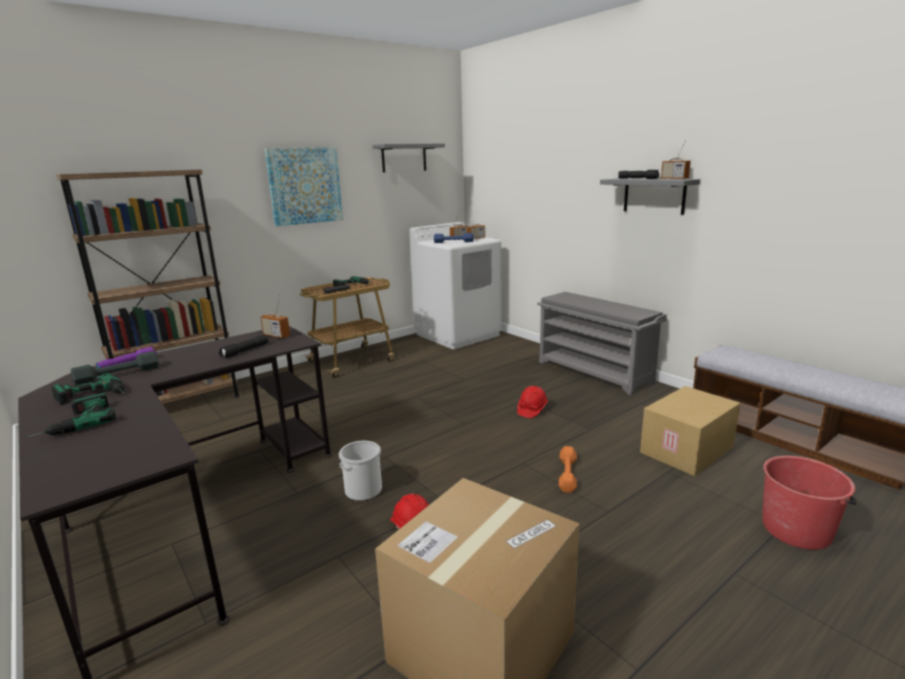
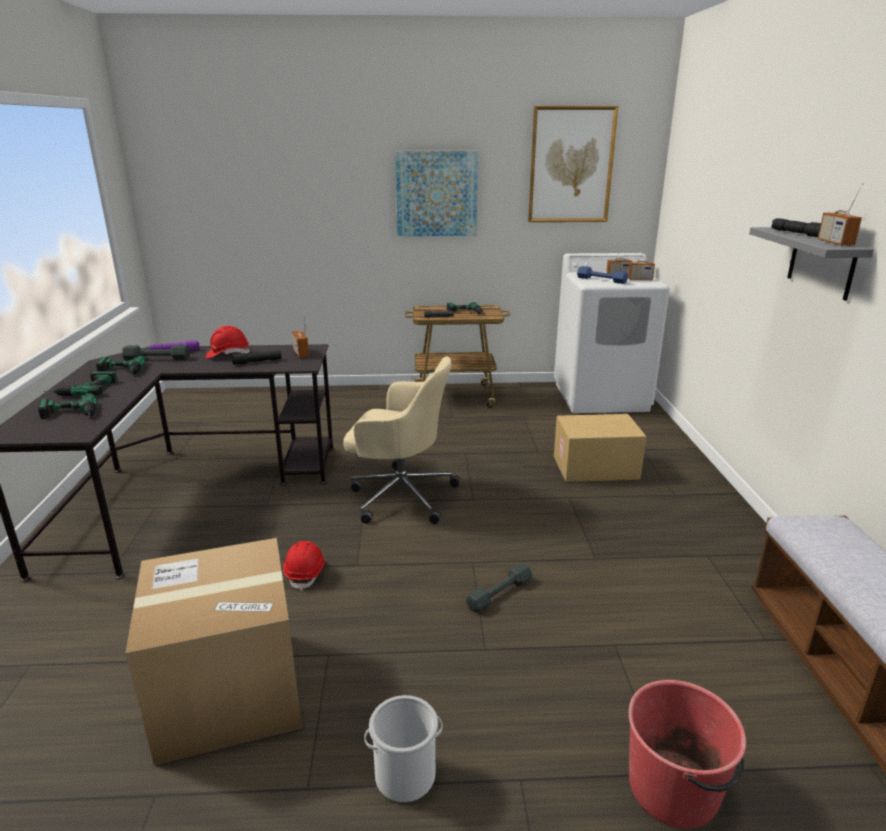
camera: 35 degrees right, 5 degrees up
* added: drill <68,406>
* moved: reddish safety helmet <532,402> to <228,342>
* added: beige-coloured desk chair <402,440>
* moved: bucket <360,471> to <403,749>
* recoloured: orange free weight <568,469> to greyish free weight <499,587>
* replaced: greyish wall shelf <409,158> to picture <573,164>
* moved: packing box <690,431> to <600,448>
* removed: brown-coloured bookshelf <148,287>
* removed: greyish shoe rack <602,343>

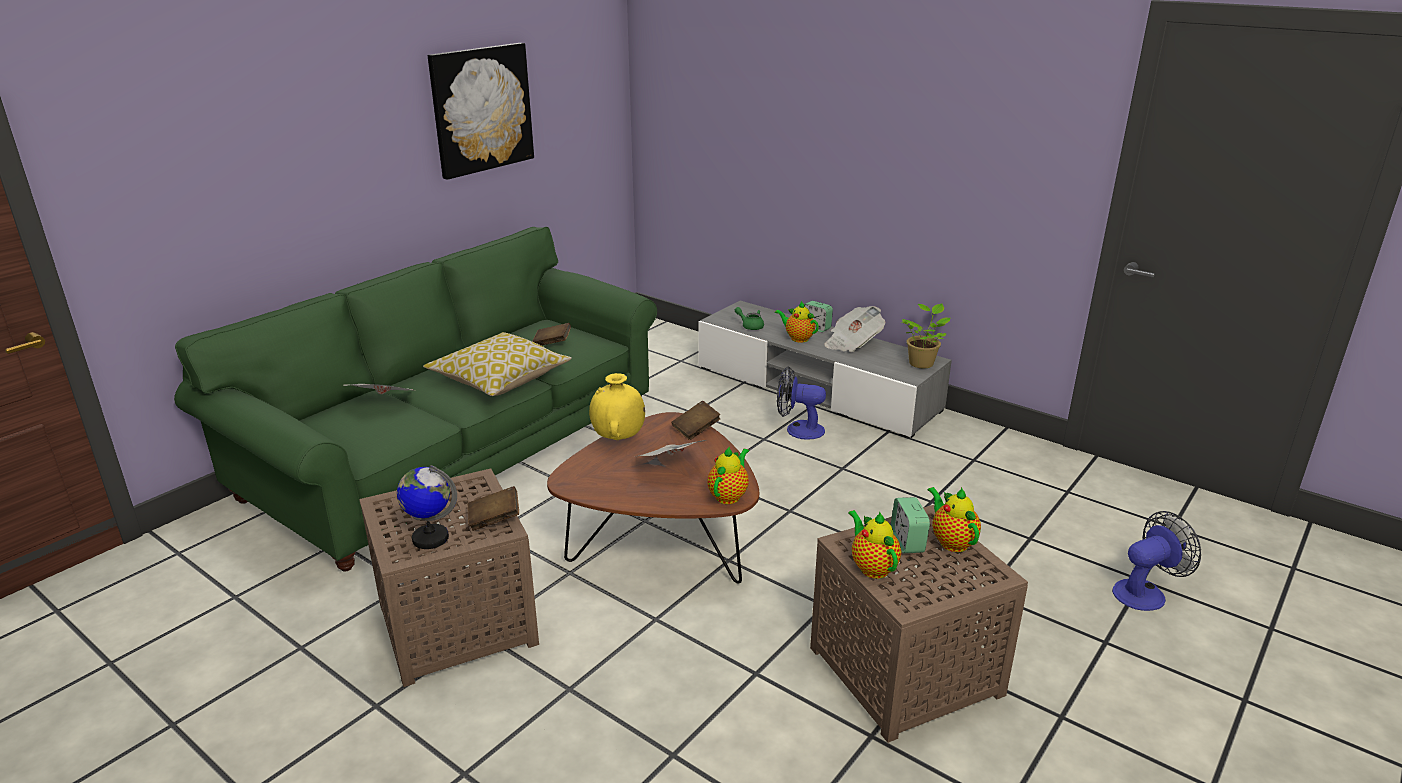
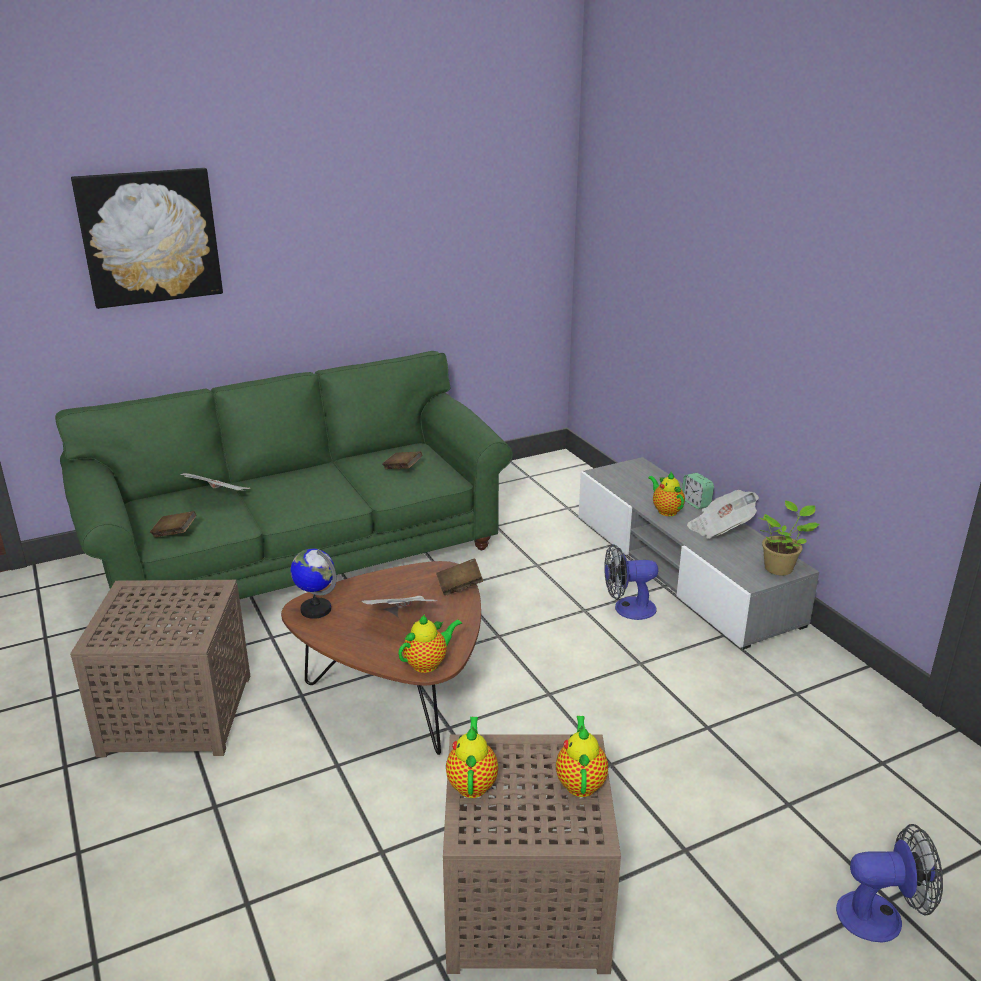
camera: 25 degrees right, 0 degrees up
* moved: picture <481,111> to <147,238>
* moved: brown-coloured bound book <493,508> to <173,524>
* moved: globe <427,507> to <313,583>
* turned: cooling fan <801,403> = <631,582> 45 degrees counterclockwise
* removed: throw pillow <497,364>
* removed: yellow vase <617,406>
* removed: green tea pot <749,318>
* removed: bedside clock <910,525>

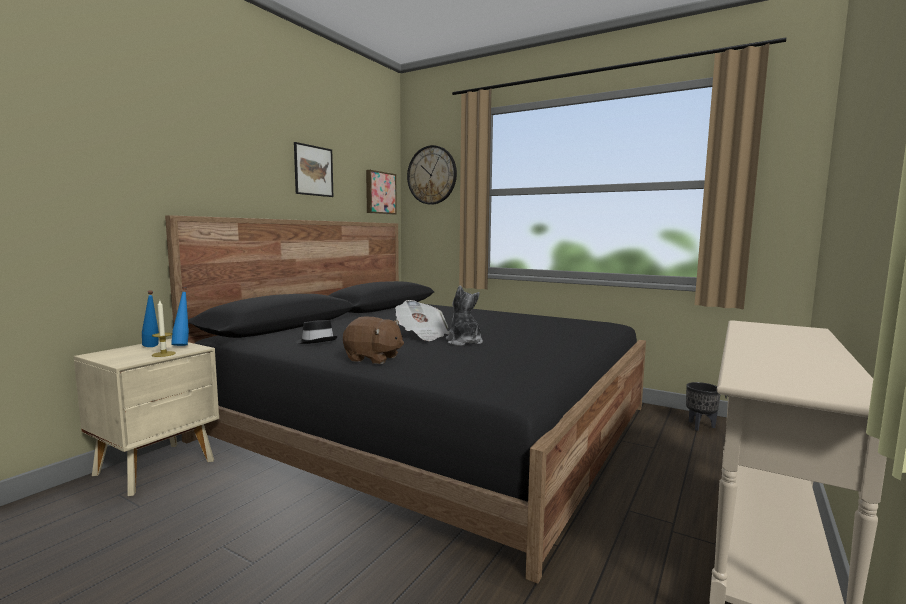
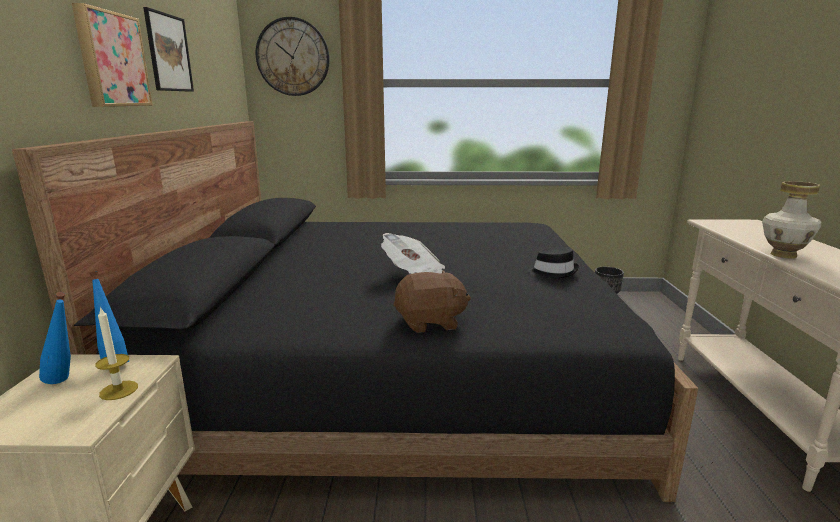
camera: 30 degrees left, 10 degrees up
* moved: picture <381,192> to <112,55>
* moved: black clothing hat <317,332> to <553,263>
* added: vase <792,220>
* removed: soft toy <464,316>

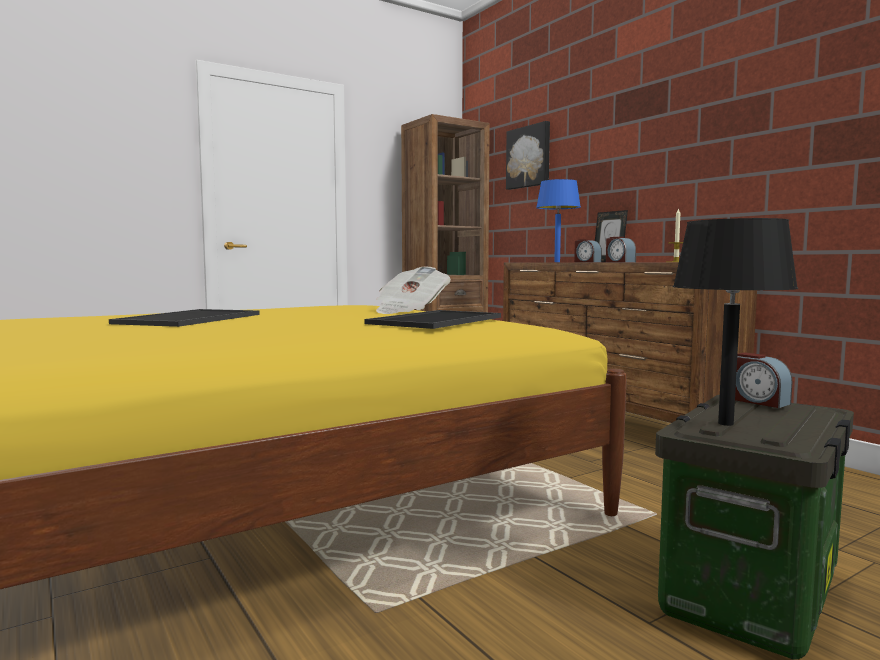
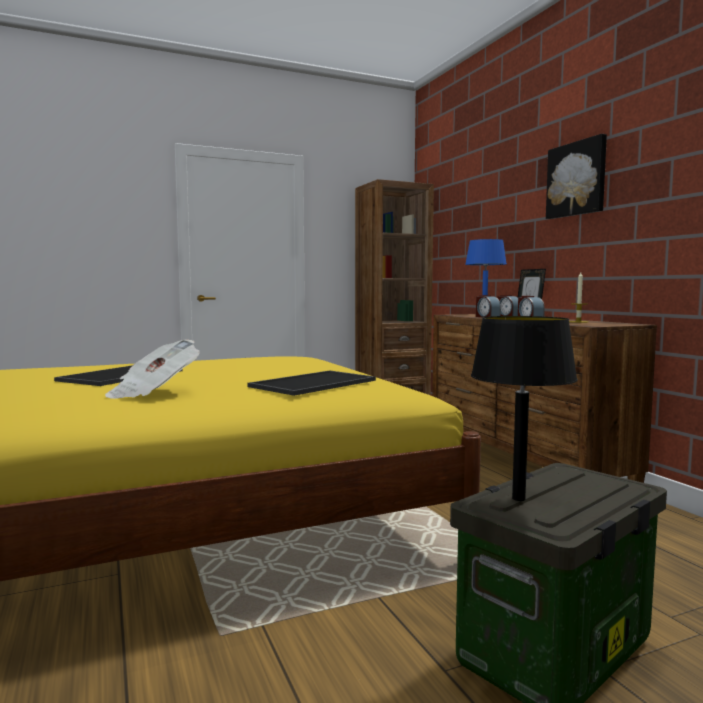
camera: 10 degrees right, 0 degrees up
* moved: daily paper <413,290> to <152,369>
* moved: bedside clock <763,380> to <488,306>
* moved: picture <528,155> to <576,176>

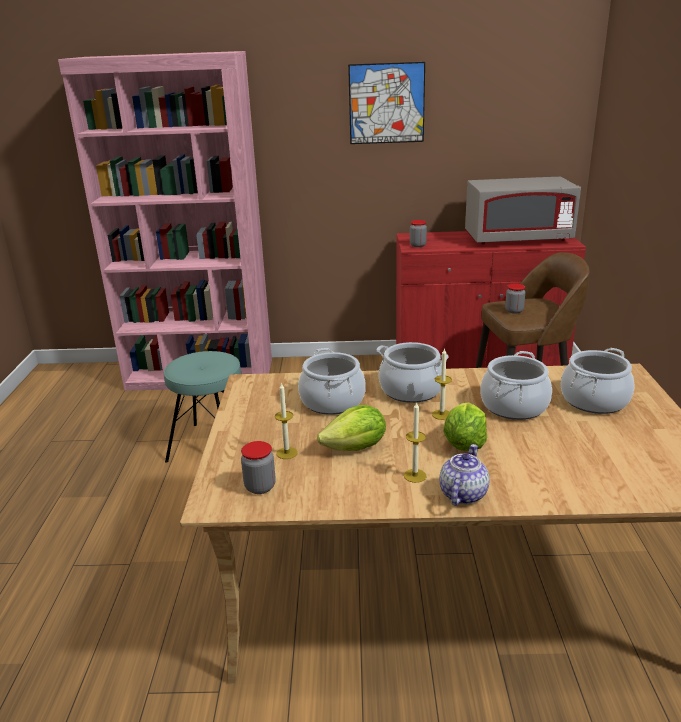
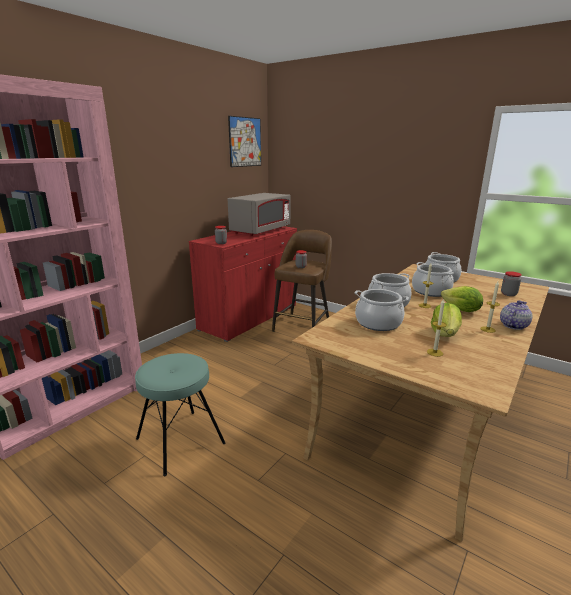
camera: 55 degrees left, 5 degrees down
* moved: picture <386,103> to <244,141>
* turned: tea pot <464,475> = <516,315> 75 degrees clockwise
* moved: preserve jar <258,467> to <511,283>

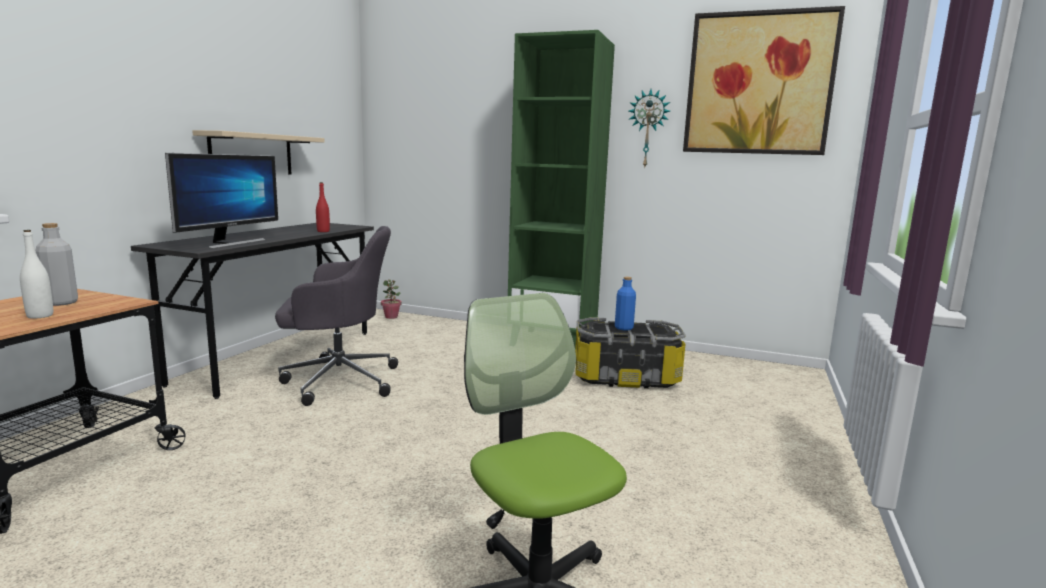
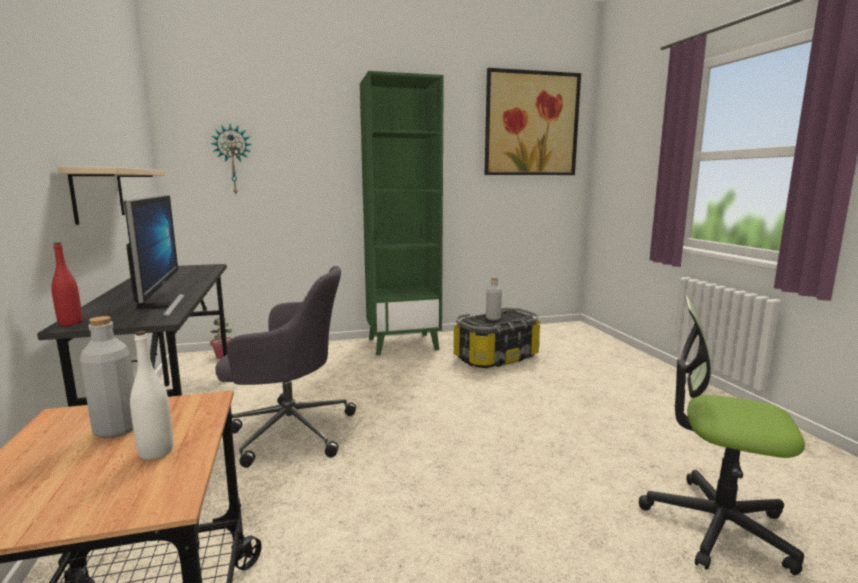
camera: 35 degrees left, 0 degrees up
* moved: reddish bottle <323,207> to <66,284>
* moved: wall clock <649,129> to <231,159>
* turned: greyish desk chair <336,316> = <285,367> 45 degrees clockwise
* recoloured: blue bottle <625,304> to greyish bottle <494,298>

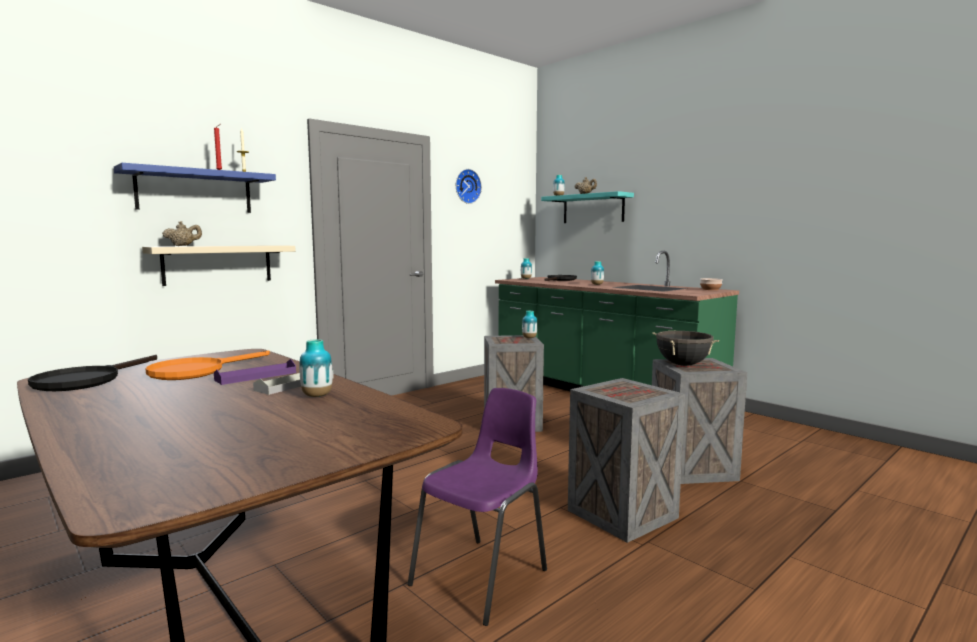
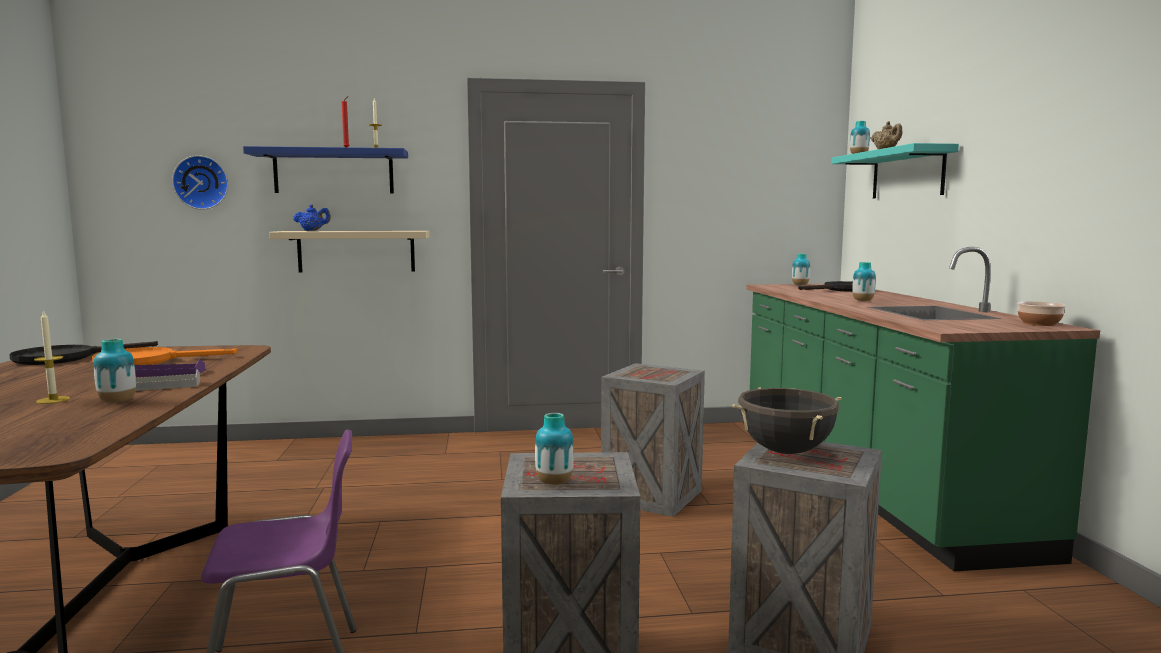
camera: 35 degrees right, 0 degrees up
* added: wax candle <52,357>
* moved: wall clock <469,186> to <200,182>
* recoloured: beige-coloured tea pot <182,233> to blue tea pot <312,217>
* moved: vase <529,324> to <554,449>

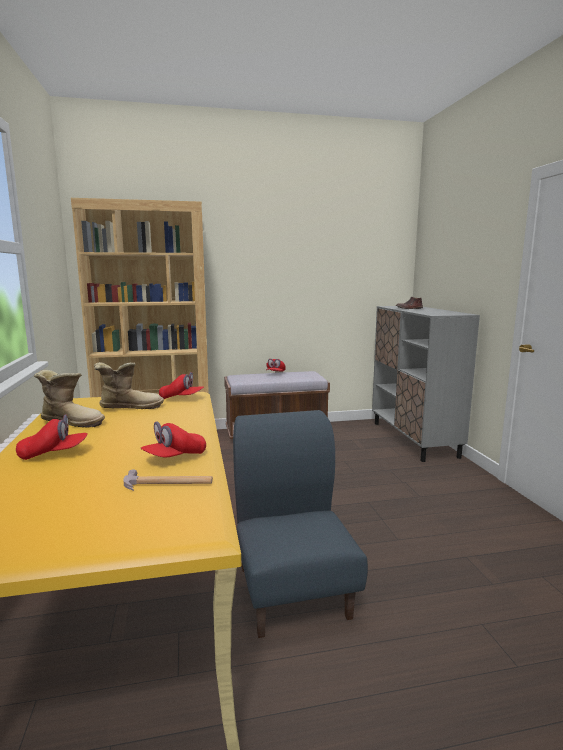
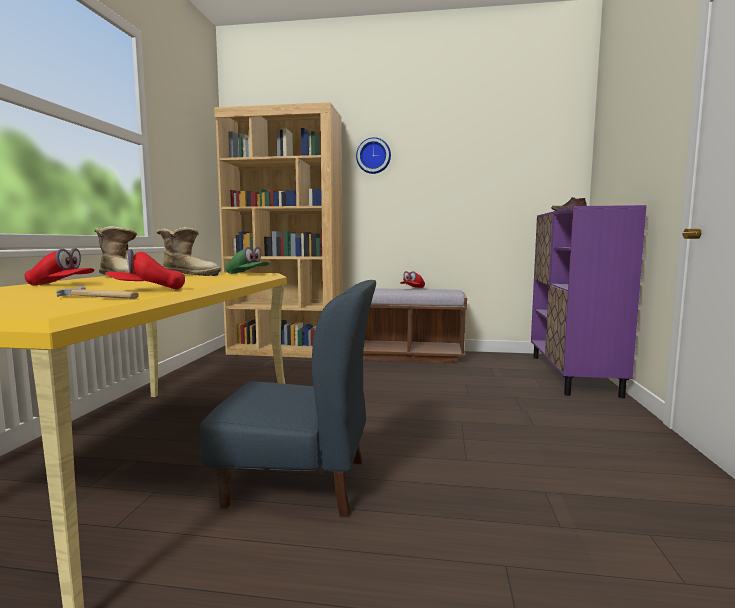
camera: 20 degrees right, 5 degrees down
* turned: blue chair <300,524> = <288,398> 90 degrees clockwise
* recoloured: reddish peaked cap <181,385> to green peaked cap <247,260>
* added: wall clock <373,155>
* recoloured: greyish storage cabinet <426,384> to purple-coloured storage cabinet <589,301>

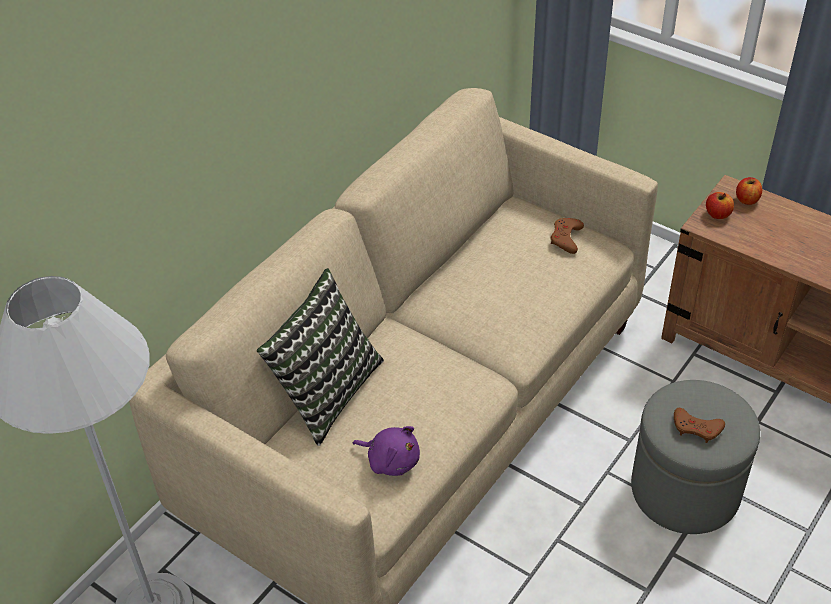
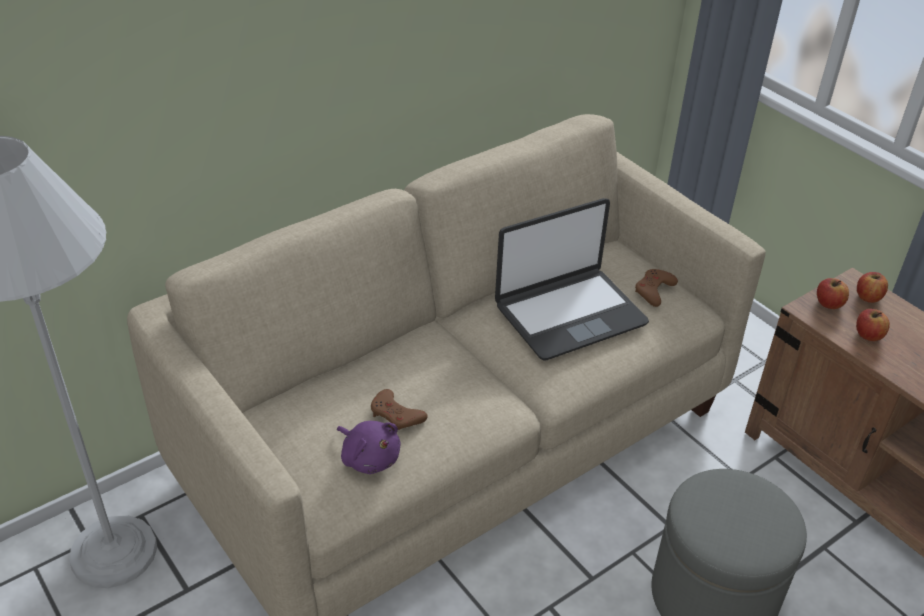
camera: 15 degrees right, 5 degrees down
* moved: brown-coloured joypad <699,425> to <399,409>
* added: laptop <572,279>
* added: whole apple <873,325>
* removed: throw pillow <320,357>

